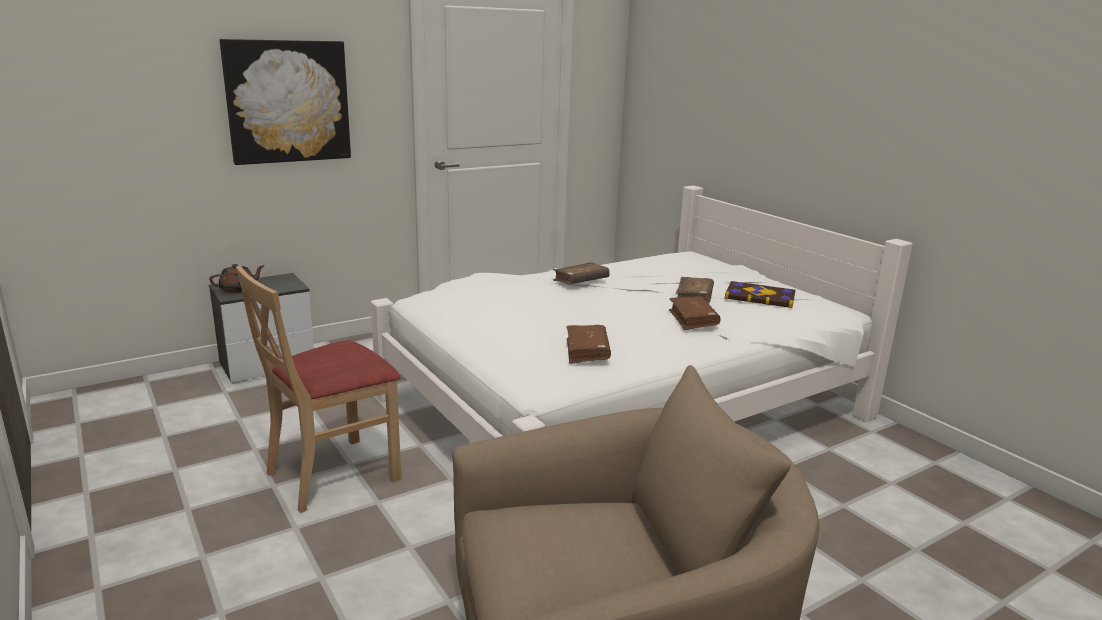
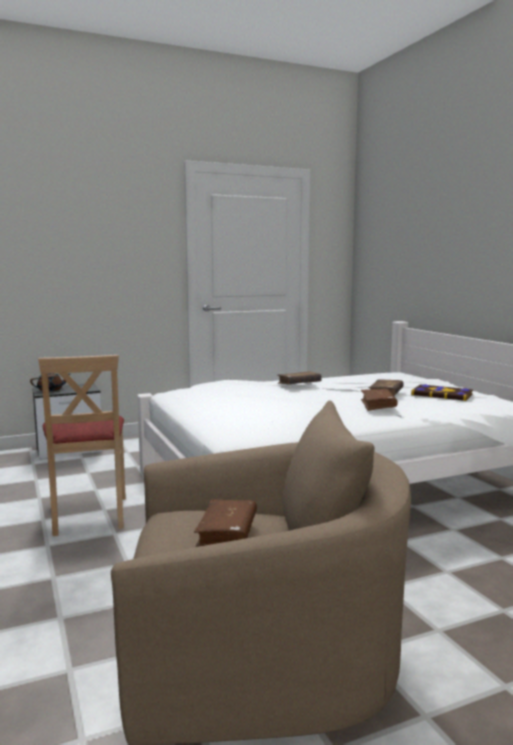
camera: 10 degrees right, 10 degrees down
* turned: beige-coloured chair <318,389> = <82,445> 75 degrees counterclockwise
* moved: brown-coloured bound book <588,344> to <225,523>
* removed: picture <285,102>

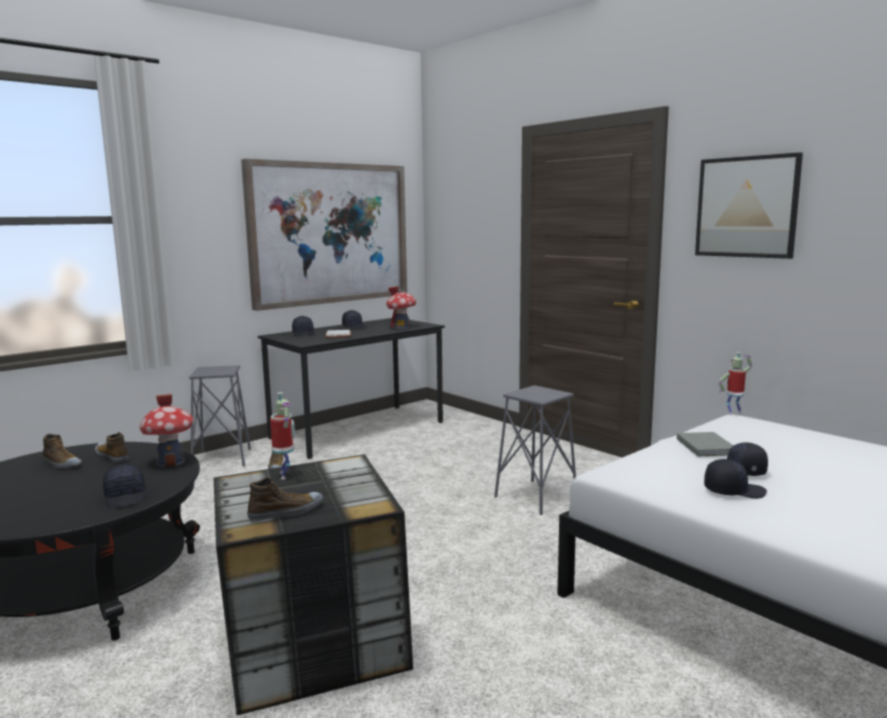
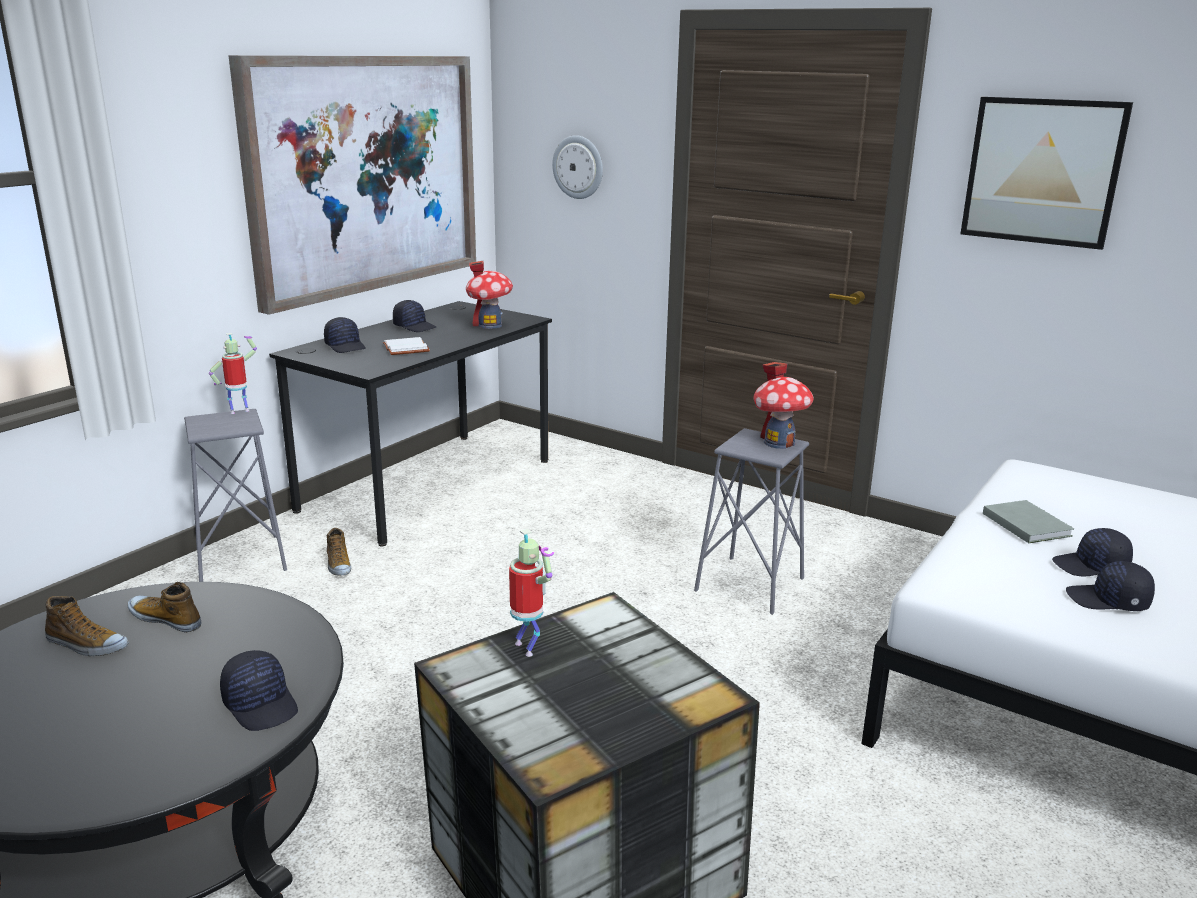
camera: 15 degrees left, 10 degrees up
* moved: robot figure <735,383> to <233,373>
* added: wall clock <577,167>
* moved: miniature house <166,430> to <783,405>
* turned: black peaked cap <735,479> = <1110,586> 150 degrees counterclockwise
* removed: item of footwear <285,499>

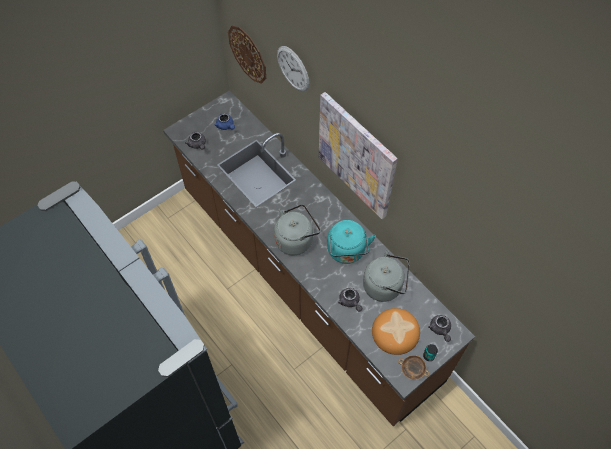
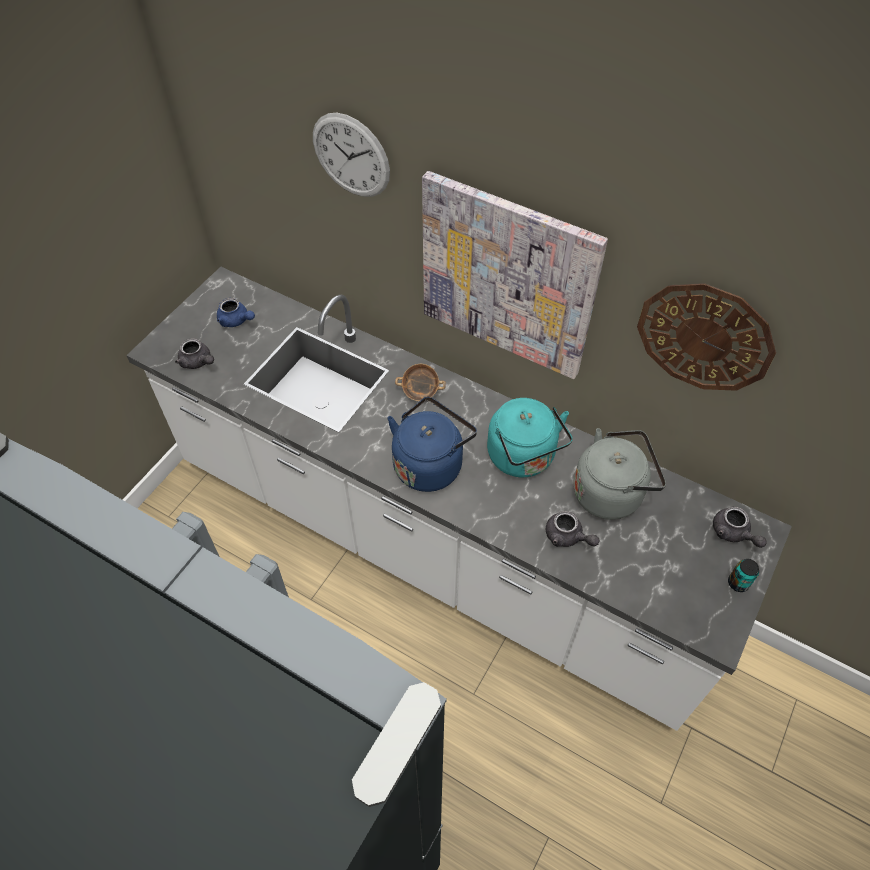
camera: 20 degrees left, 5 degrees down
* recoloured: brown-coloured kitchen base unit <319,258> to whitish kitchen base unit <459,499>
* recoloured: greyish tea kettle <297,229> to blue tea kettle <432,444>
* moved: deep dish <414,367> to <420,382>
* moved: wall clock <247,55> to <706,337>
* removed: baked bread <396,331>

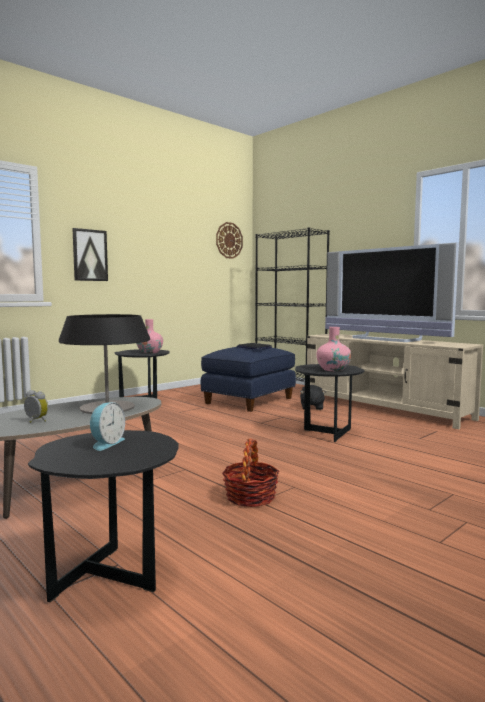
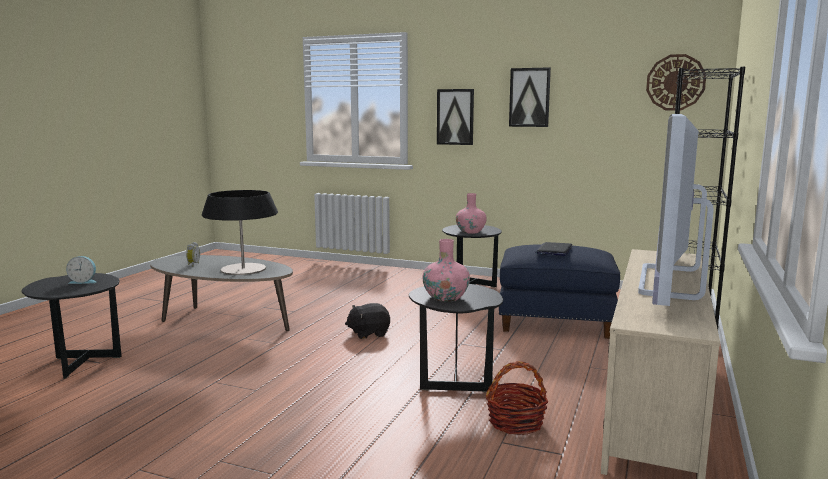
camera: 65 degrees right, 5 degrees up
* moved: black soft toy <313,397> to <367,321>
* moved: basket <250,473> to <517,398>
* added: picture <530,97>

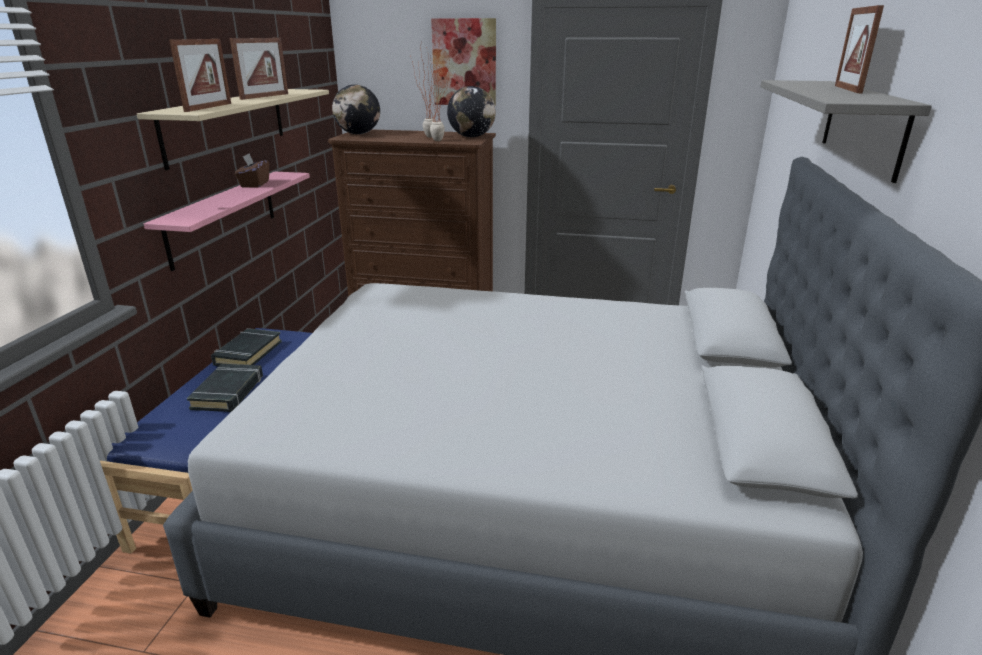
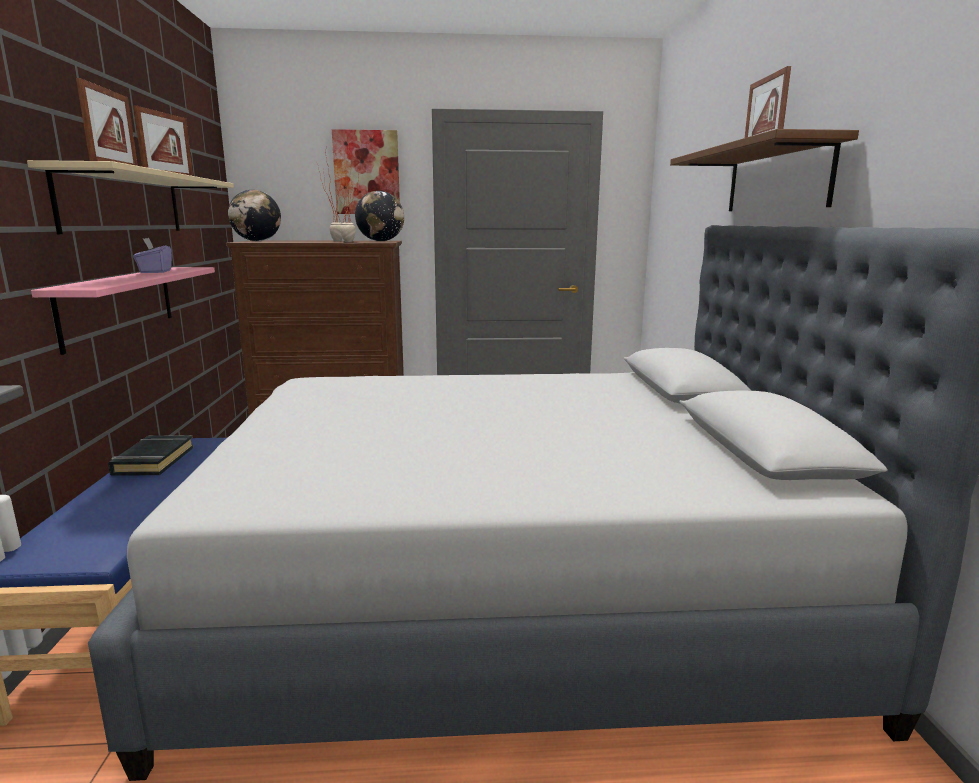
camera: 15 degrees left, 10 degrees down
* recoloured: brown-coloured tissue holder <252,170> to purple-coloured tissue holder <152,255>
* recoloured: greyish wall shelf <846,131> to brown-coloured wall shelf <764,170>
* removed: black bound book <225,388>

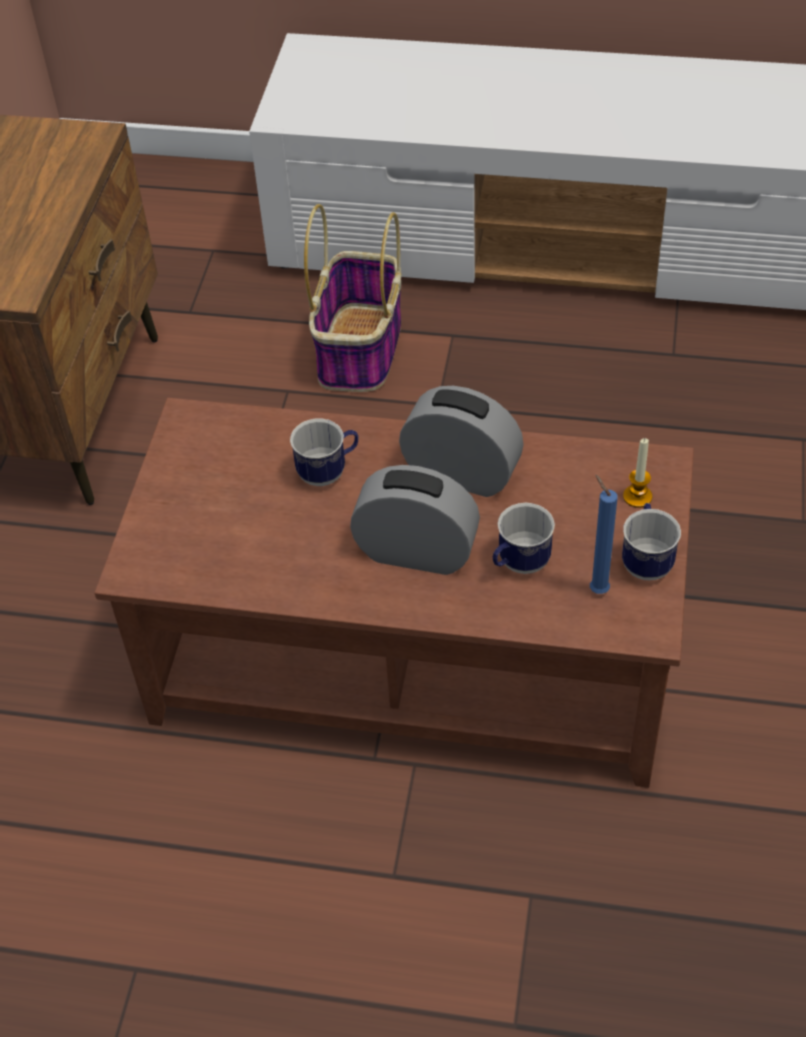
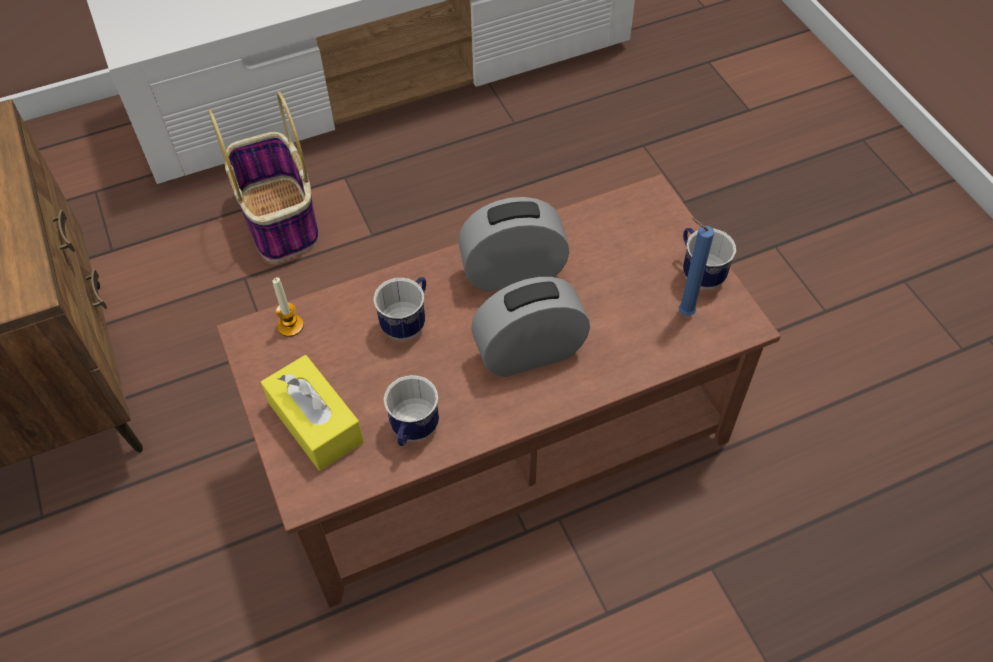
camera: 35 degrees left, 5 degrees up
* added: yellow tissue holder <312,413>
* moved: wax candle <637,473> to <288,307>
* moved: tea mug <524,538> to <411,410>

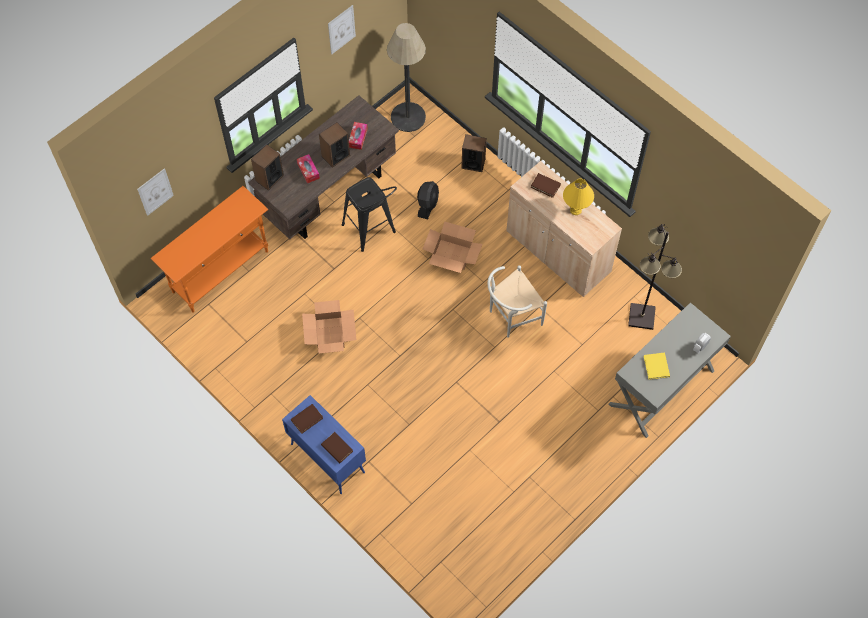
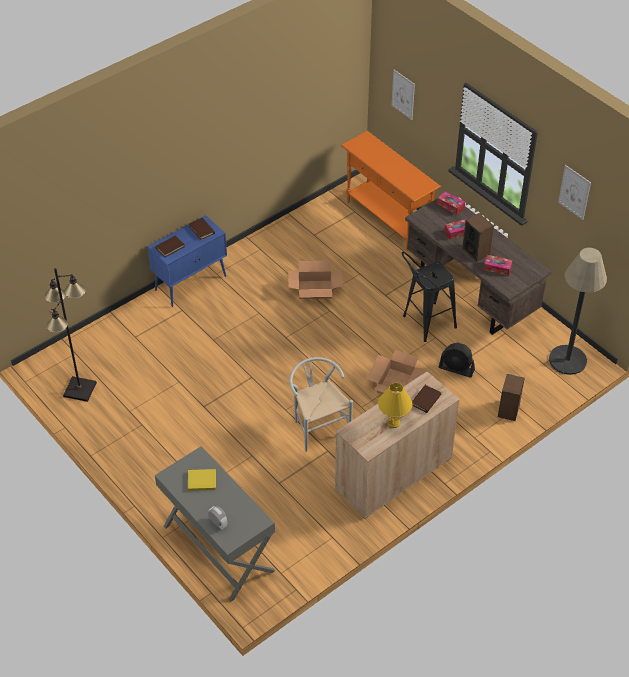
camera: 95 degrees right, 15 degrees down
* moved: black standard lamp <655,277> to <71,335>
* replaced: audio speaker <267,167> to tissue holder <451,203>

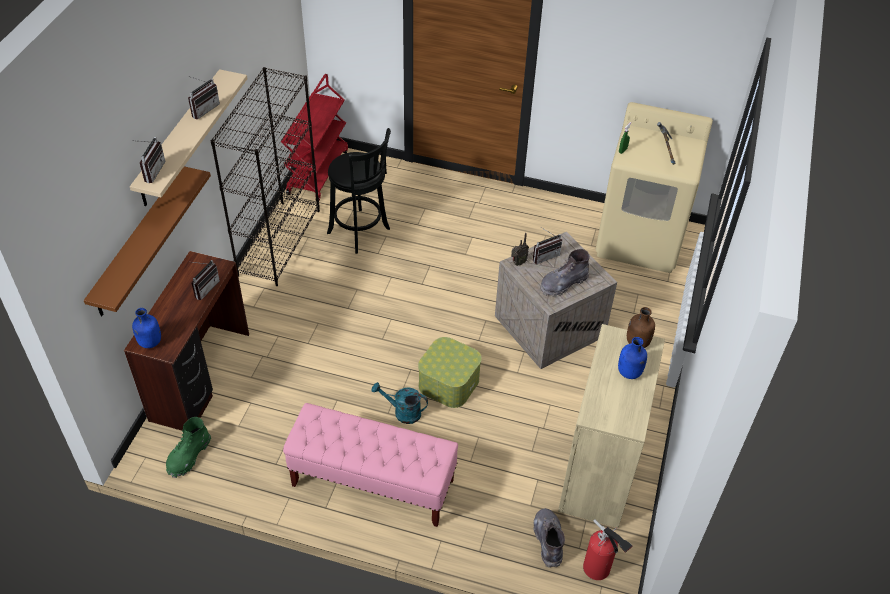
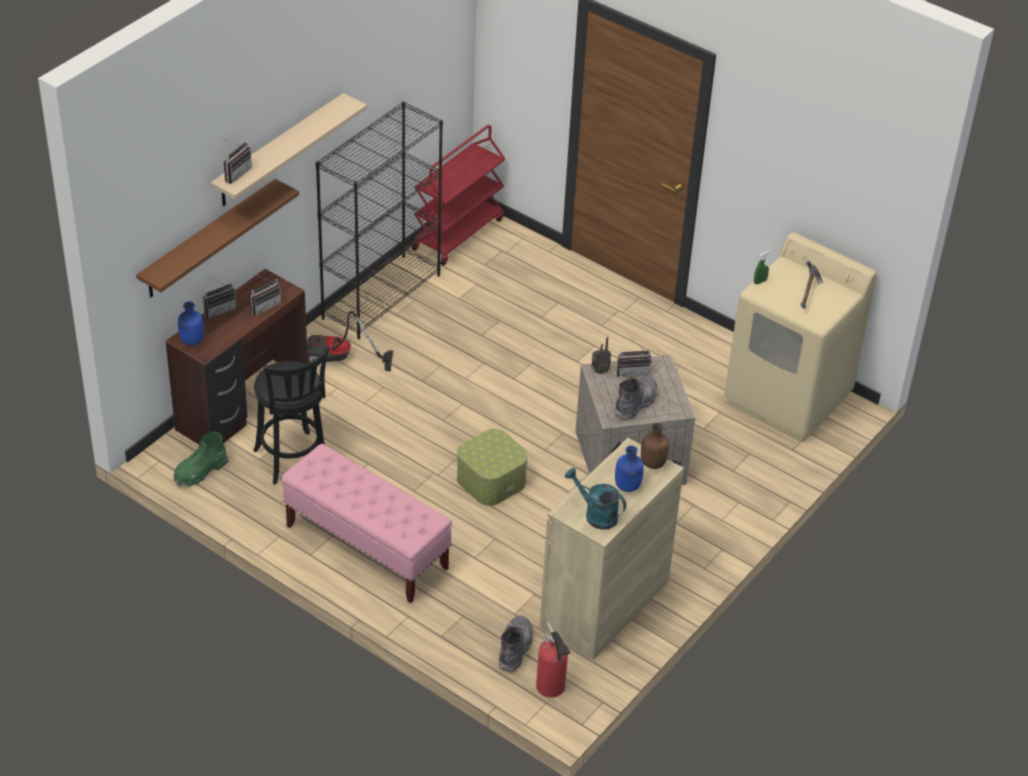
camera: 20 degrees right, 5 degrees down
* moved: radio <204,97> to <219,298>
* moved: black sitting stool <359,191> to <291,415>
* added: vacuum cleaner <350,341>
* moved: blue-green sprinkling can <400,403> to <595,499>
* turned: greyish high-top boot <564,273> = <635,398> 135 degrees clockwise

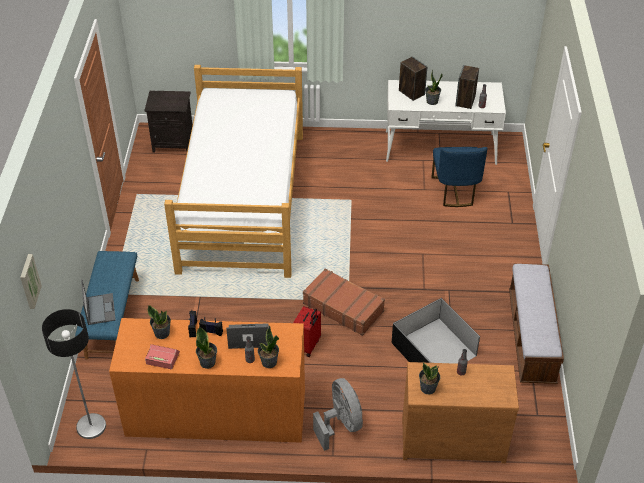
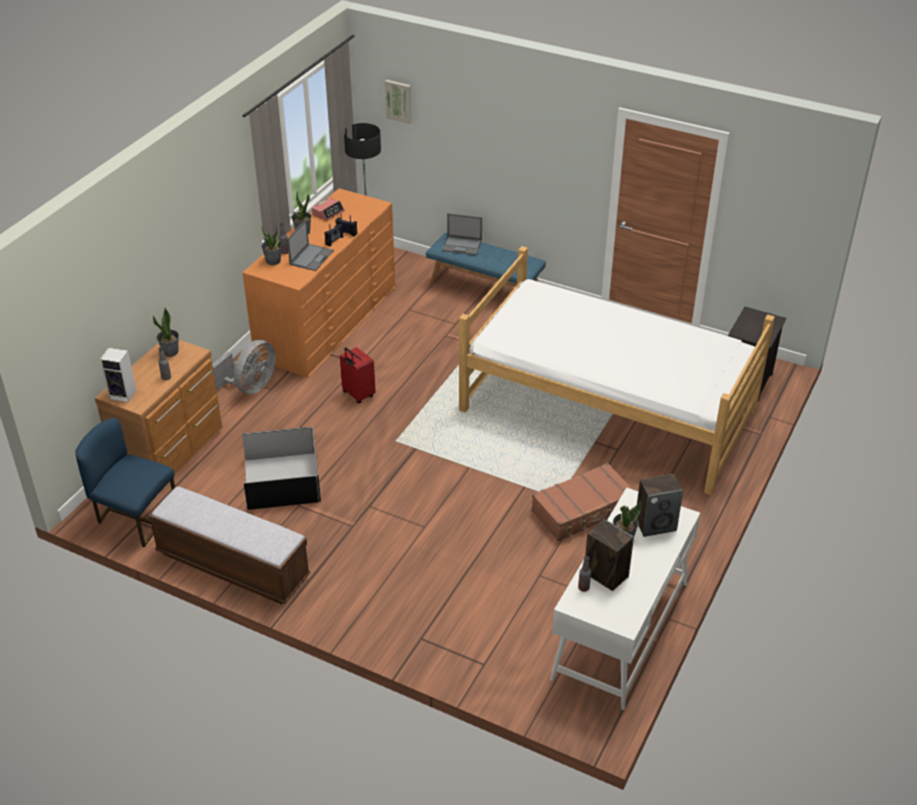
camera: 115 degrees right, 5 degrees down
* moved: blue chair <459,177> to <125,483>
* added: audio speaker <118,375>
* turned: greyish cooling fan <338,414> = <244,367> 60 degrees counterclockwise
* moved: brown-coloured piece of luggage <344,302> to <582,502>
* removed: houseplant <159,322>

